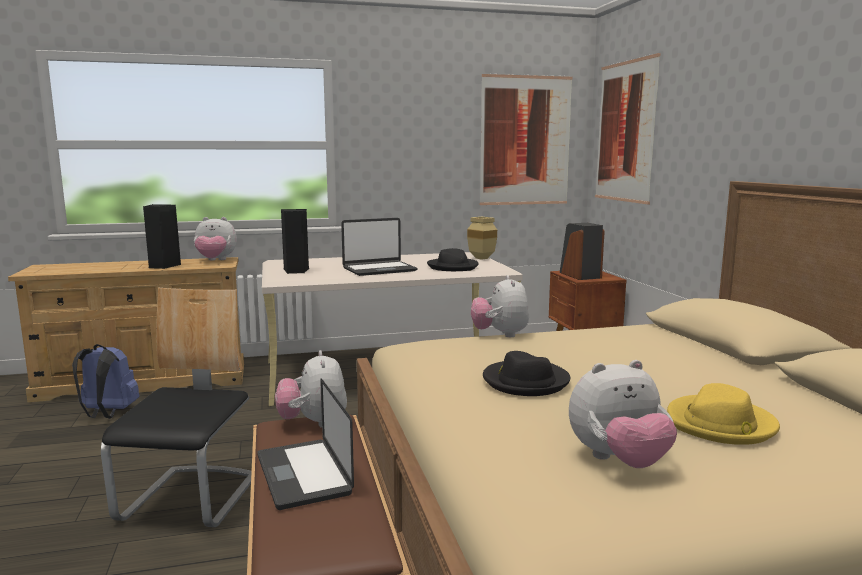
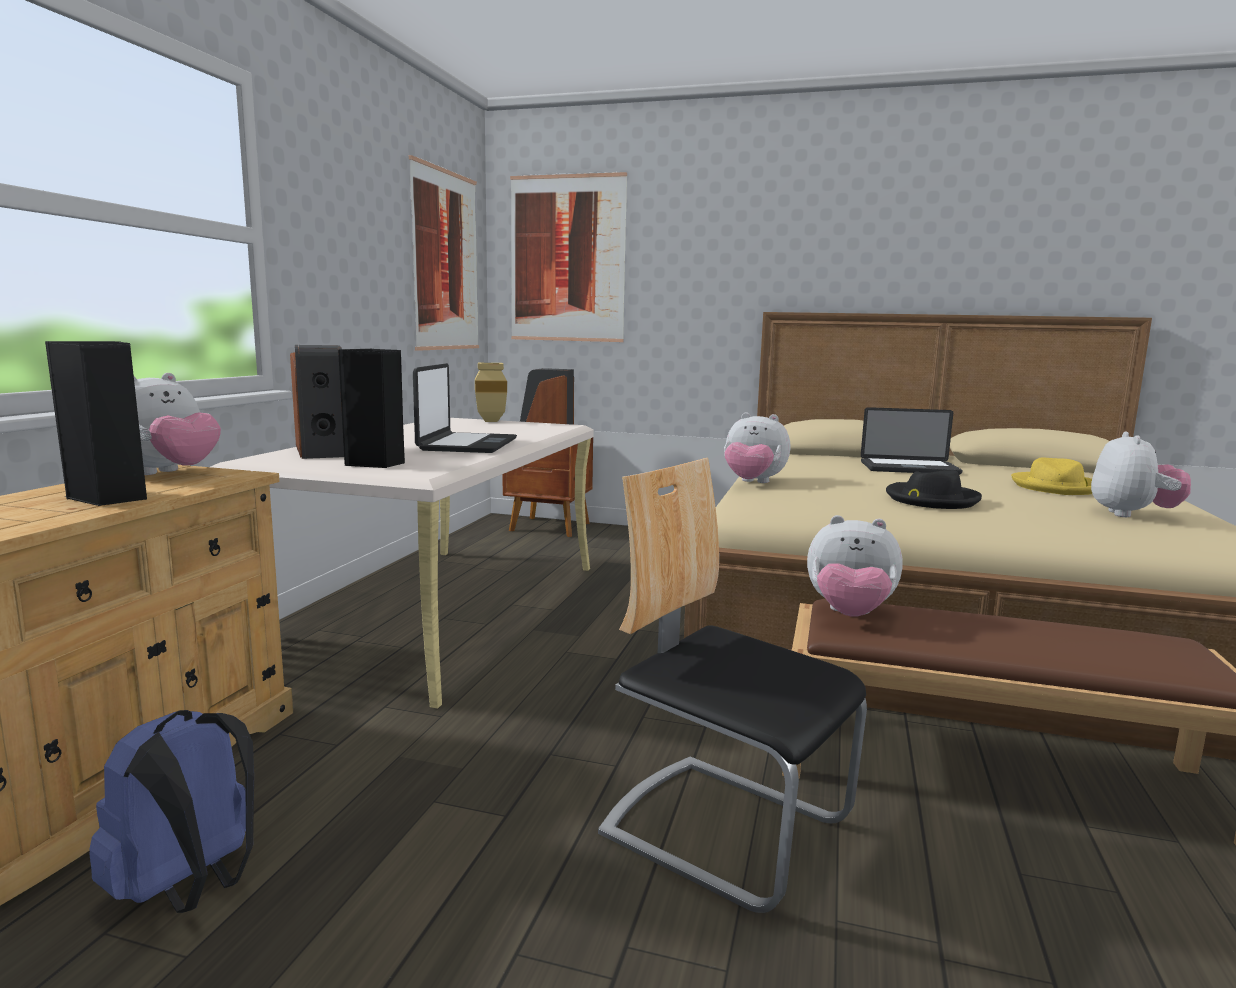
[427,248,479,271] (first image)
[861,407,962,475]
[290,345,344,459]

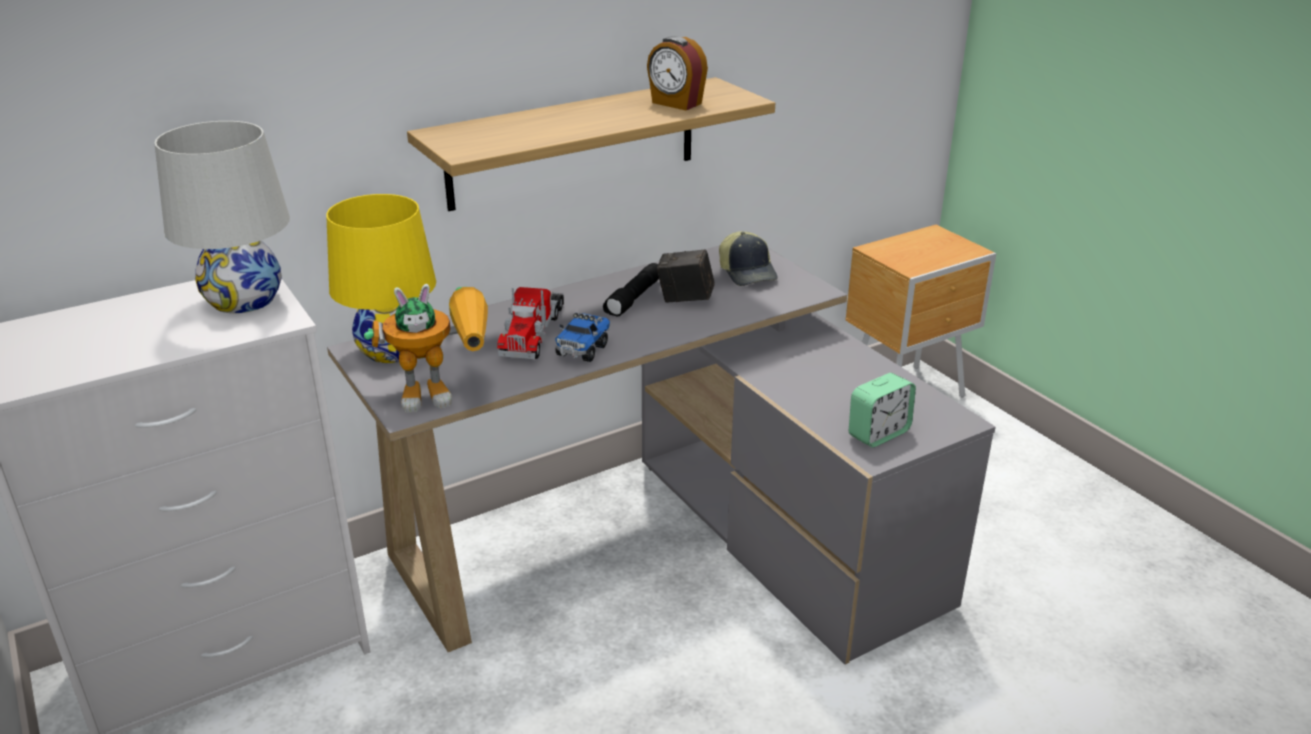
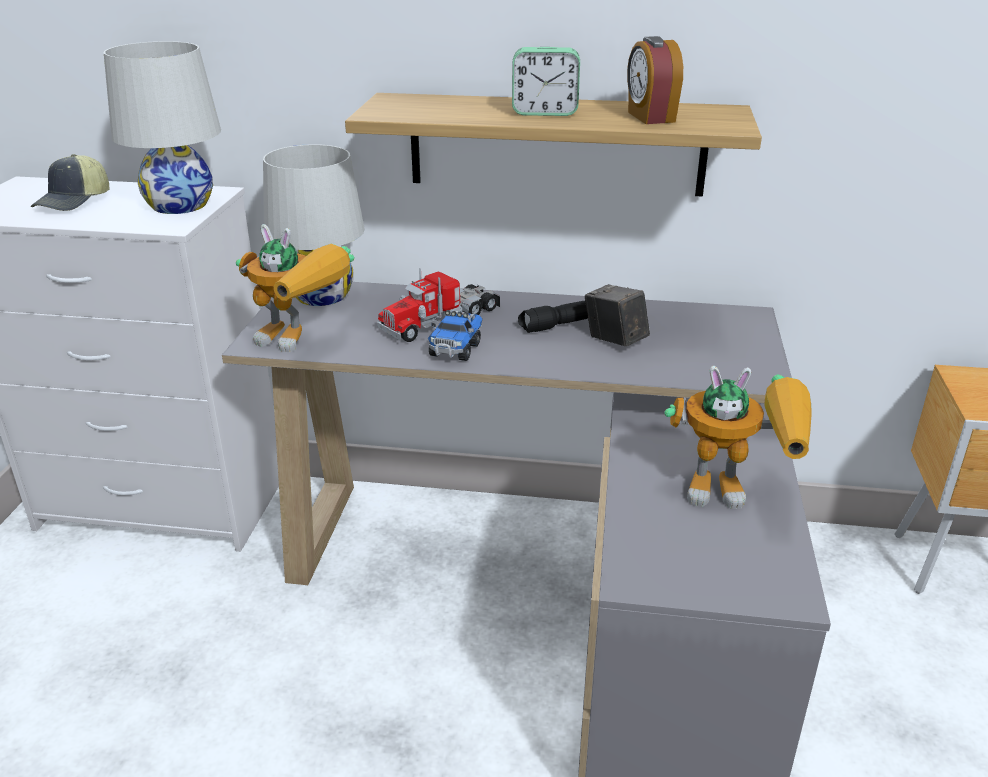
[263,144,365,306]
[31,154,110,211]
[428,310,482,361]
[512,47,580,116]
[664,366,812,509]

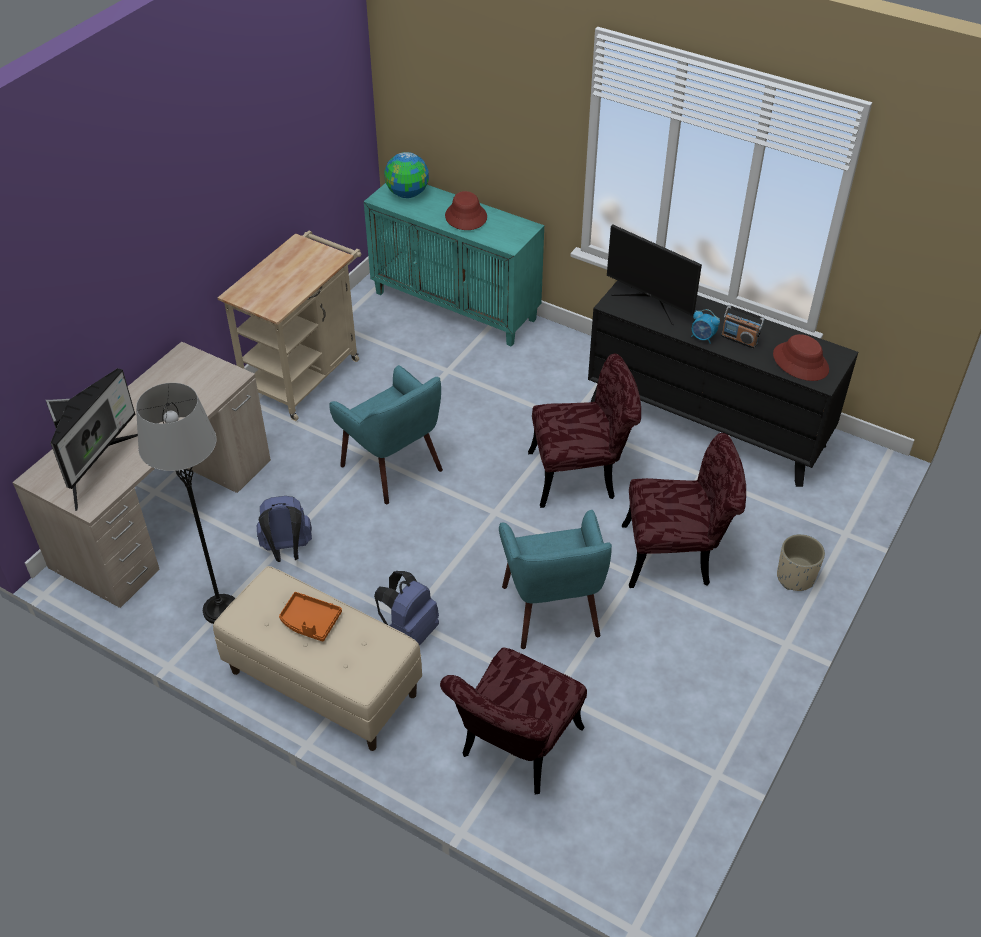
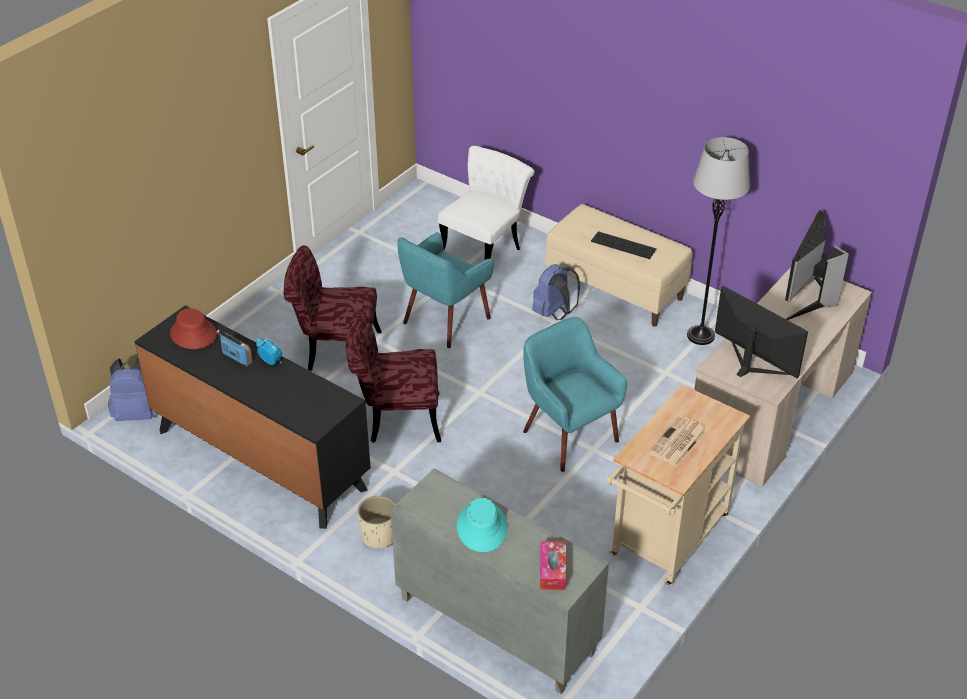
[540,541,566,590]
[391,468,609,694]
[457,497,508,552]
[715,286,808,378]
[108,358,156,421]
[398,232,494,348]
[358,496,395,549]
[591,231,656,259]
[438,146,535,260]
[648,415,708,467]

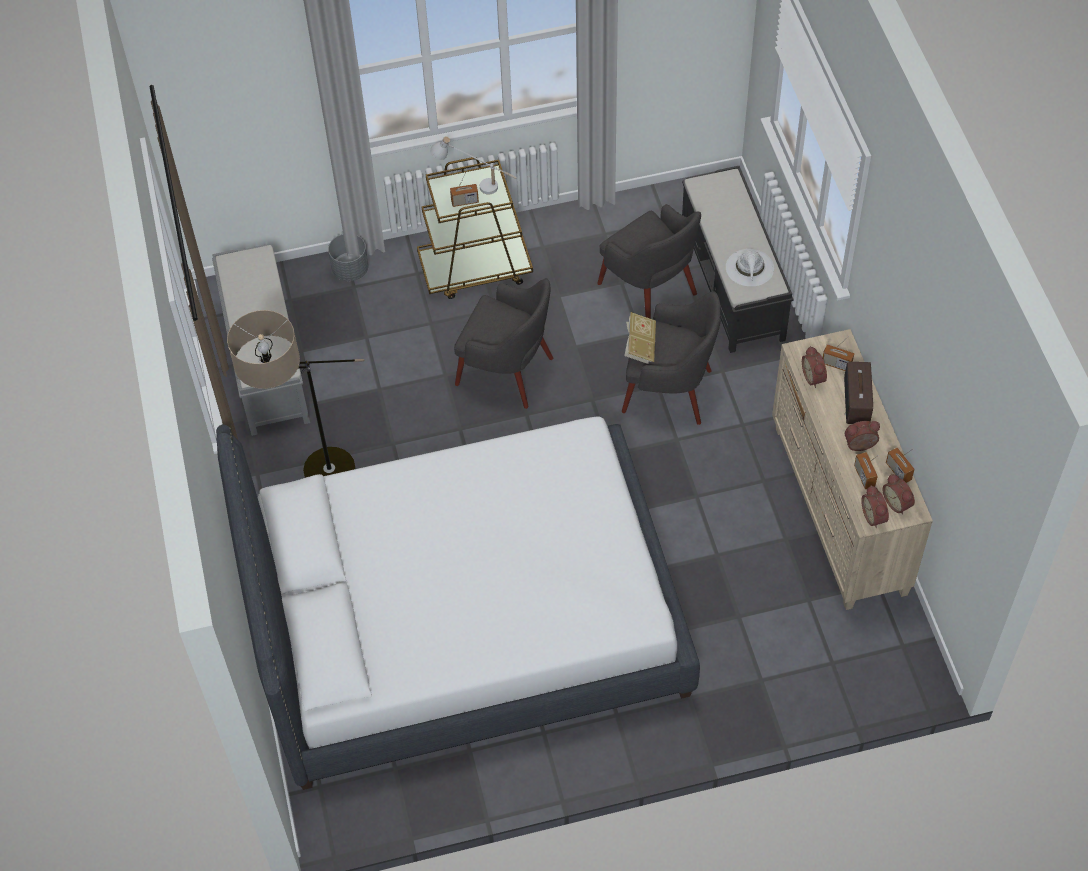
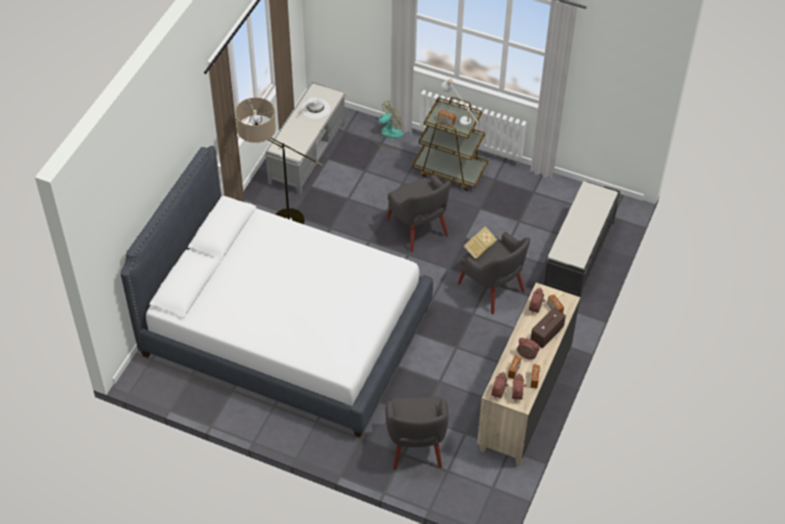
[385,397,449,470]
[371,101,404,148]
[301,97,330,119]

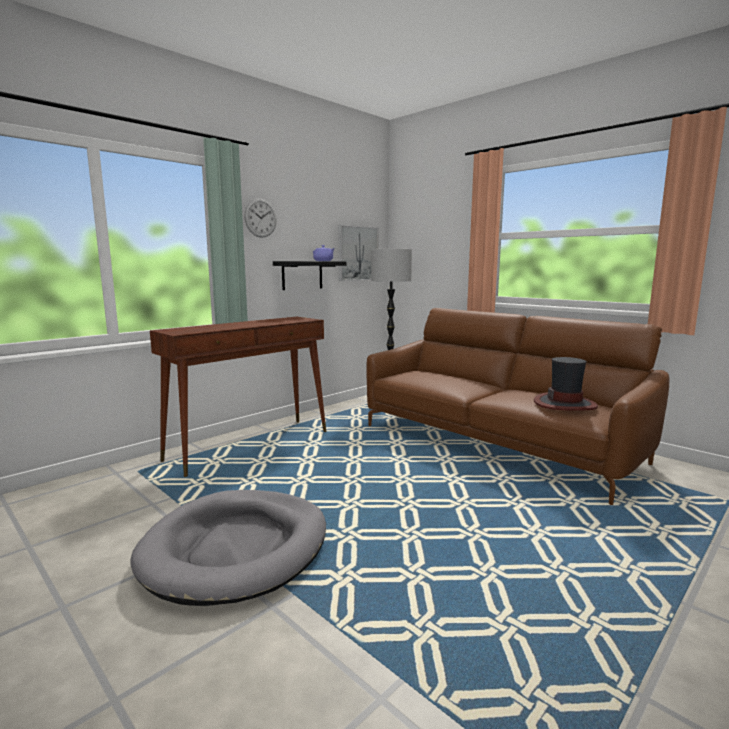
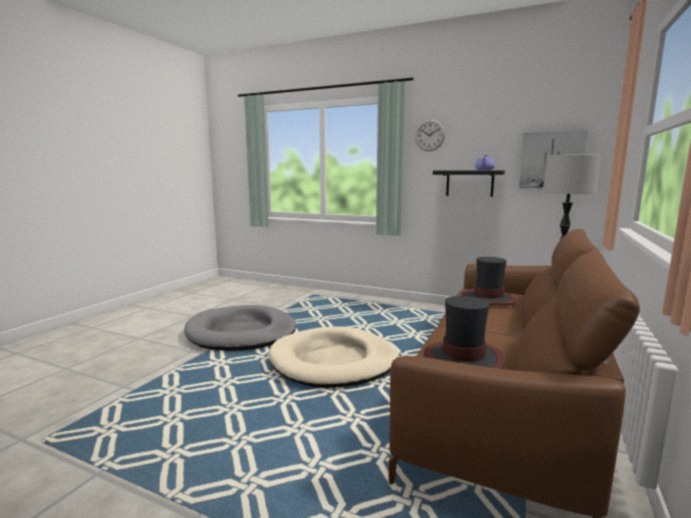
[150,317,326,477] (first image)
[461,257,517,305]
[269,326,399,388]

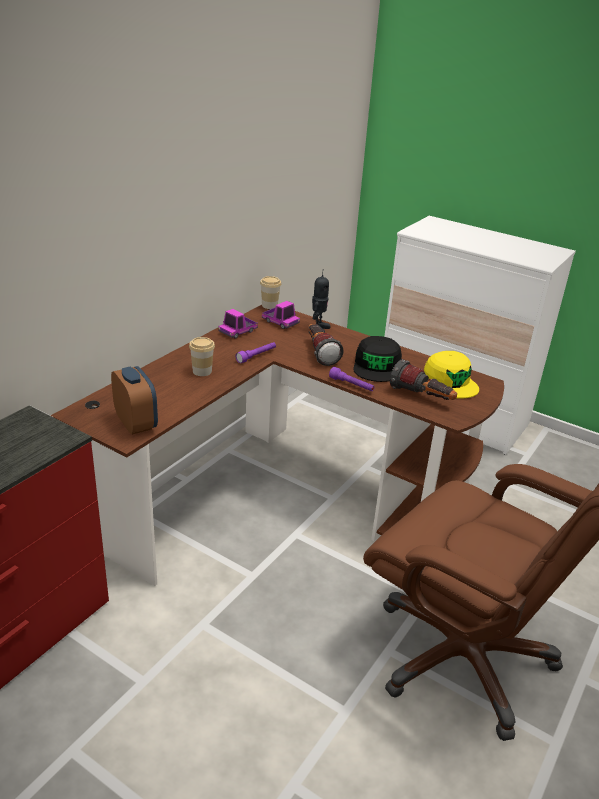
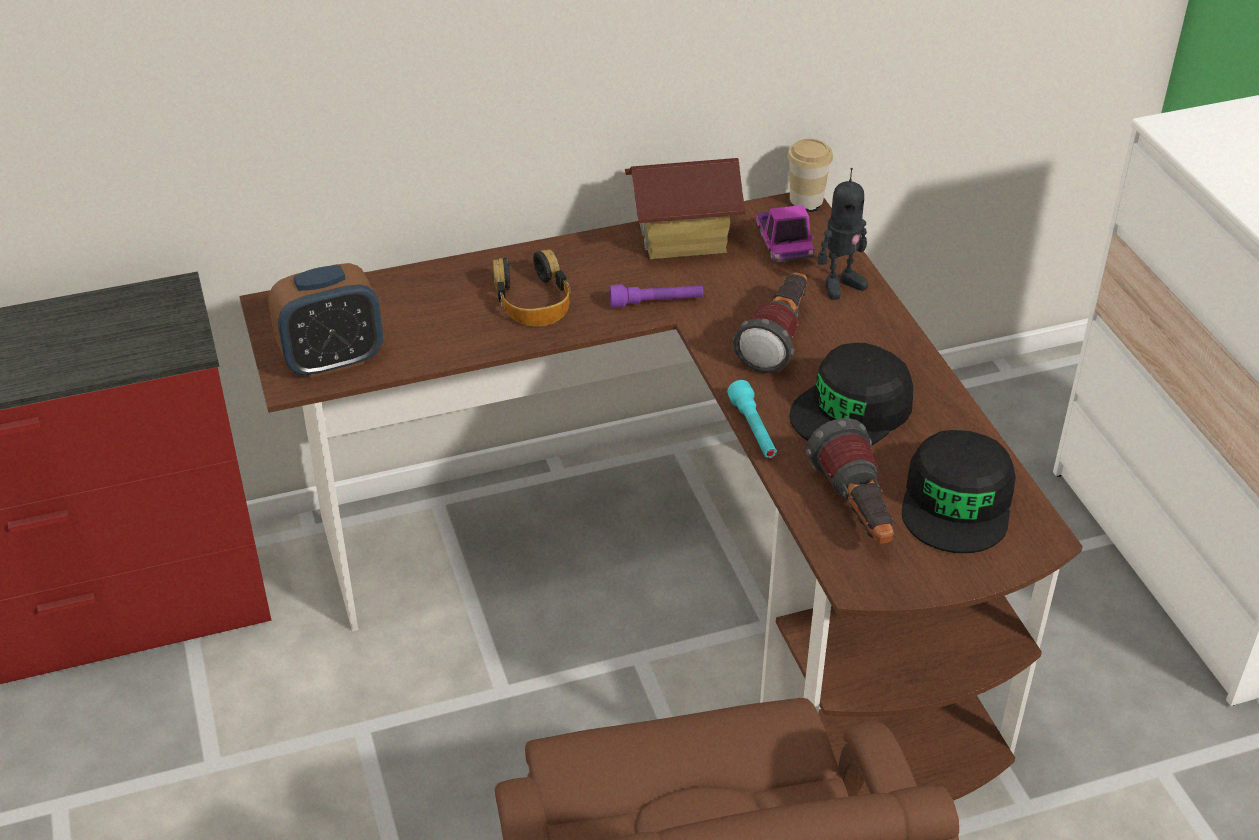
[625,158,747,259]
[493,249,570,327]
[902,430,1016,553]
[268,263,383,378]
[727,380,777,458]

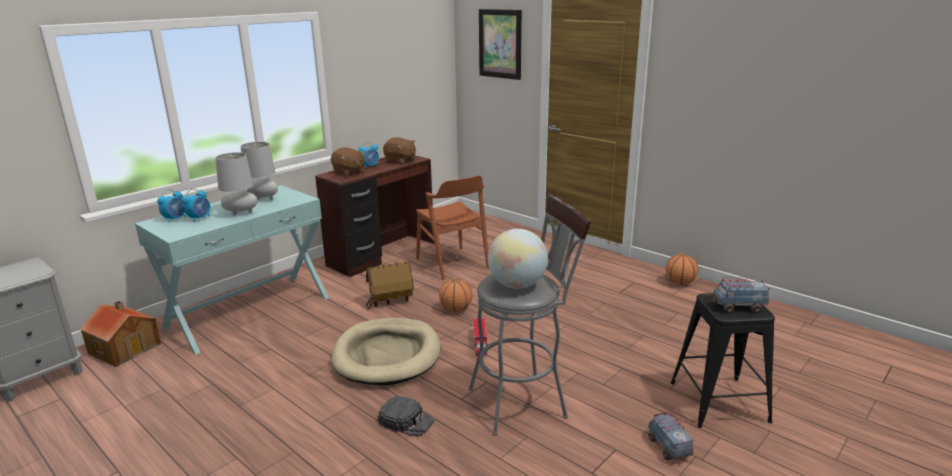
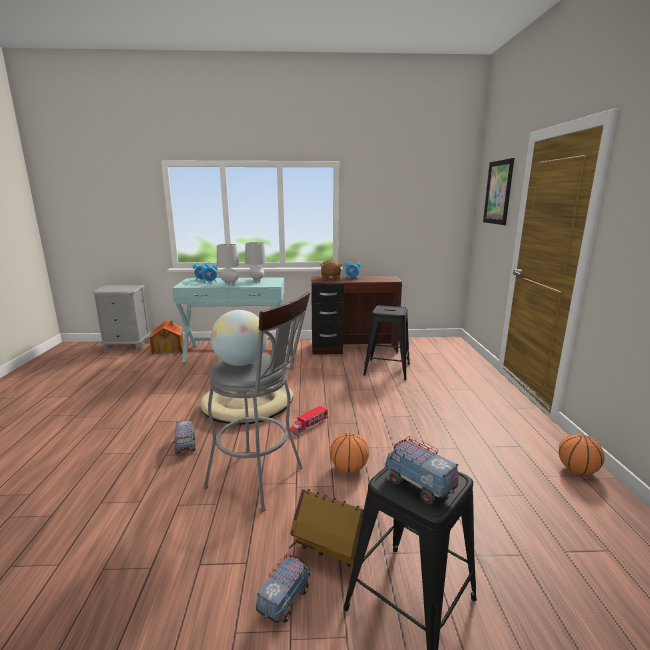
[383,137,416,164] (first image)
[363,305,410,380]
[289,489,364,567]
[330,432,369,473]
[174,419,196,454]

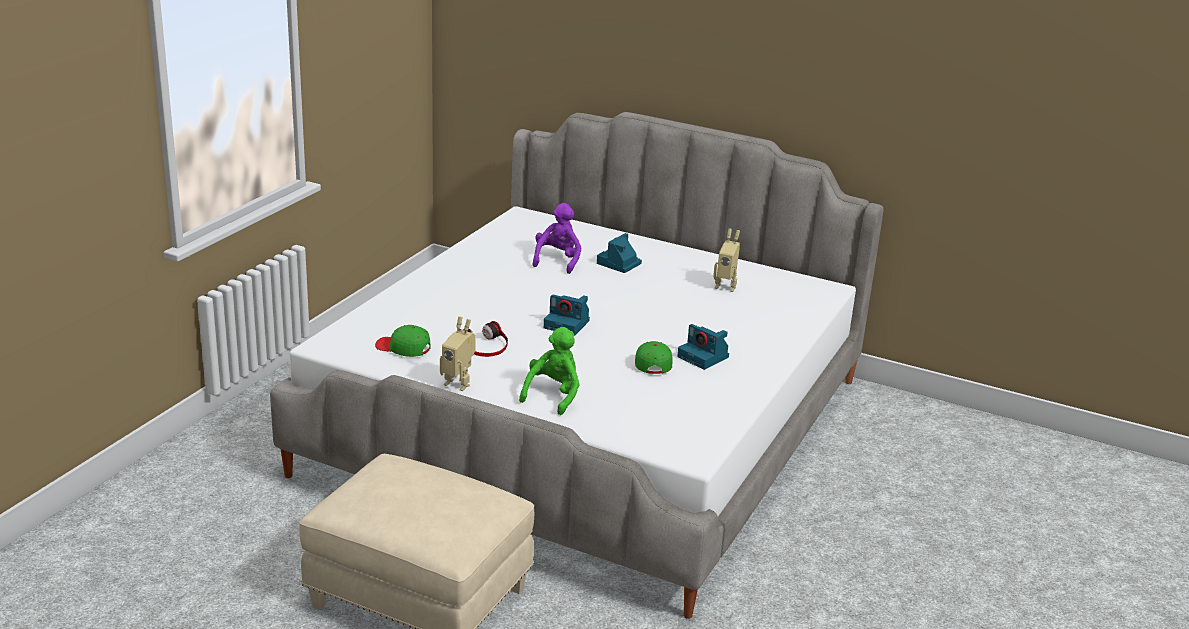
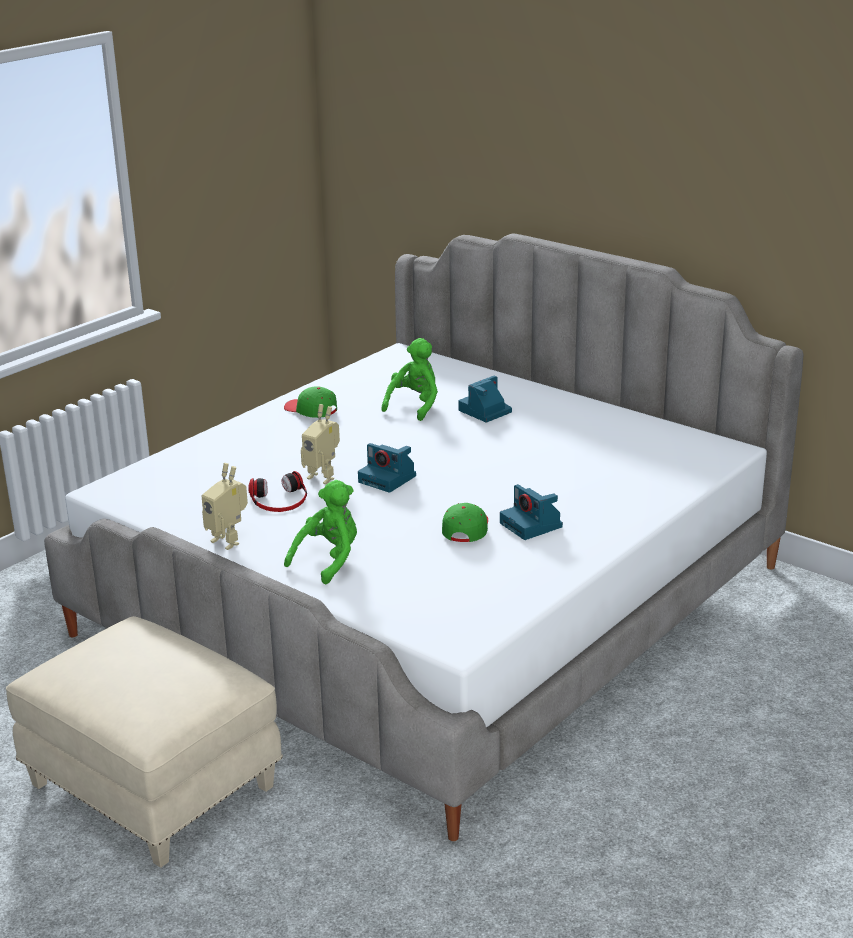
[381,338,438,421]
[301,404,340,484]
[284,386,337,418]

